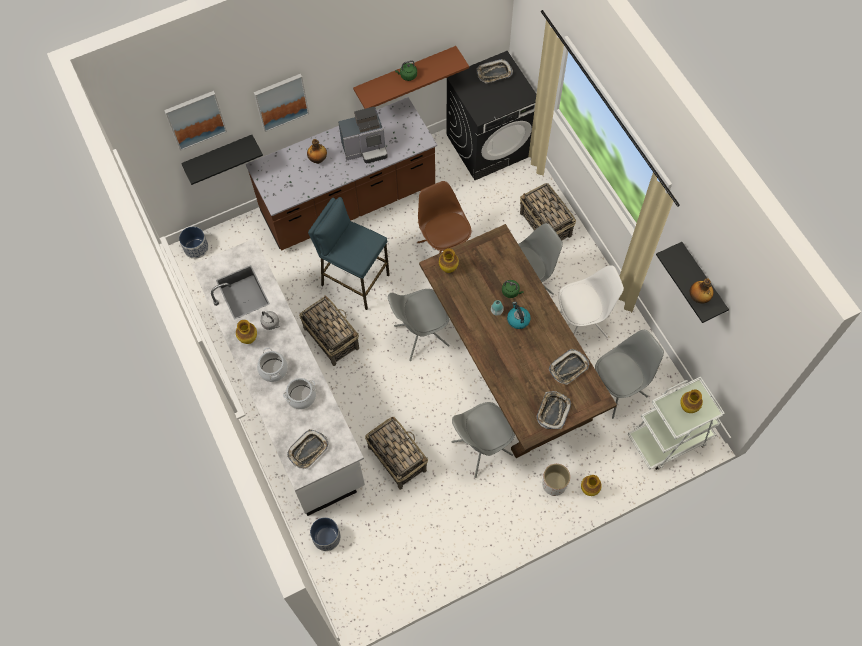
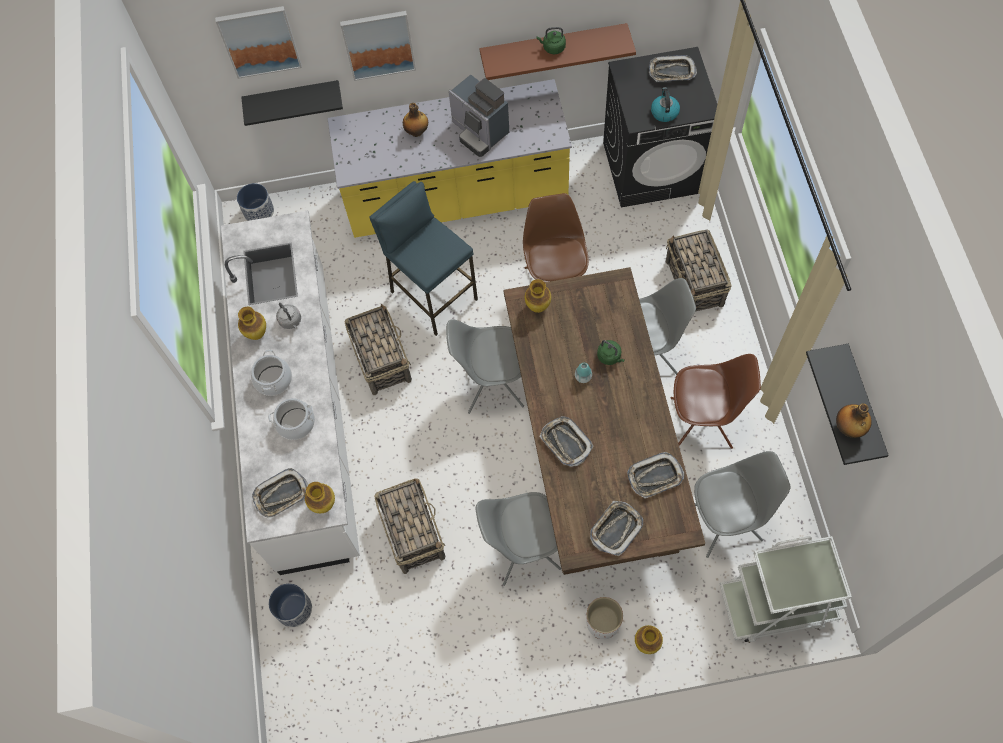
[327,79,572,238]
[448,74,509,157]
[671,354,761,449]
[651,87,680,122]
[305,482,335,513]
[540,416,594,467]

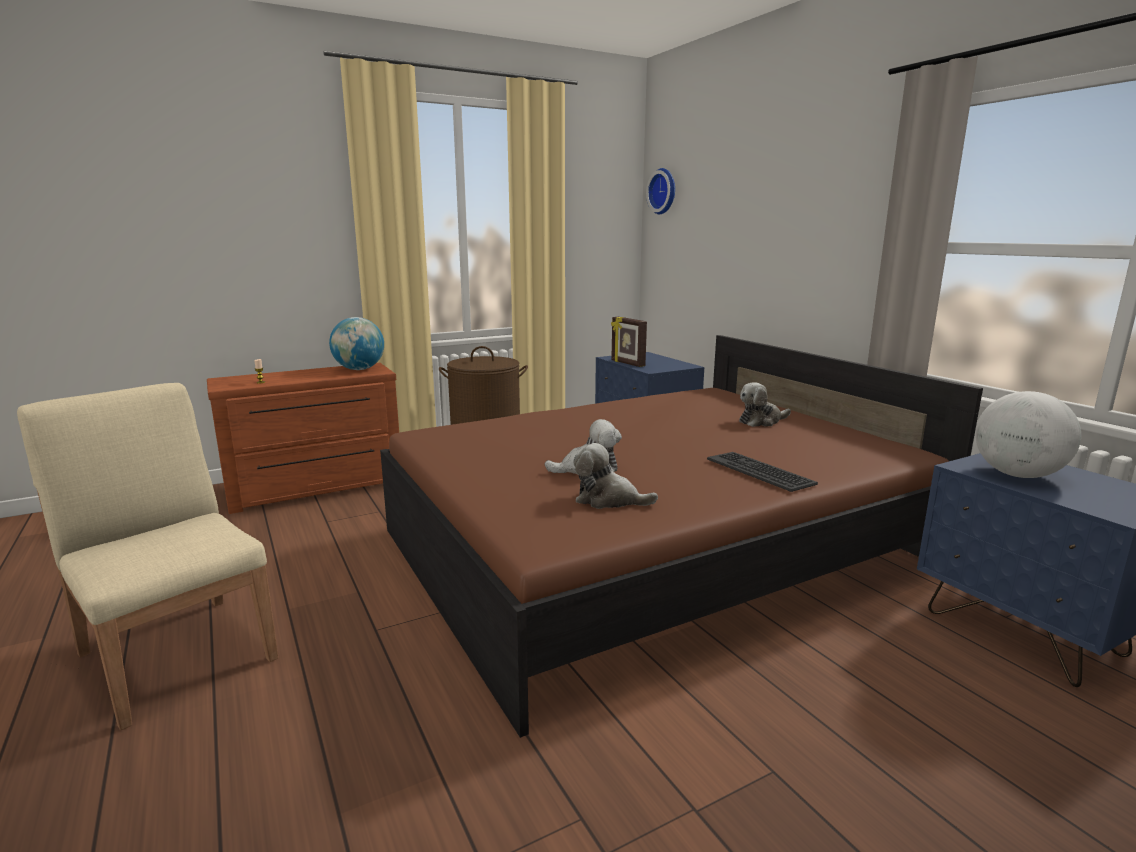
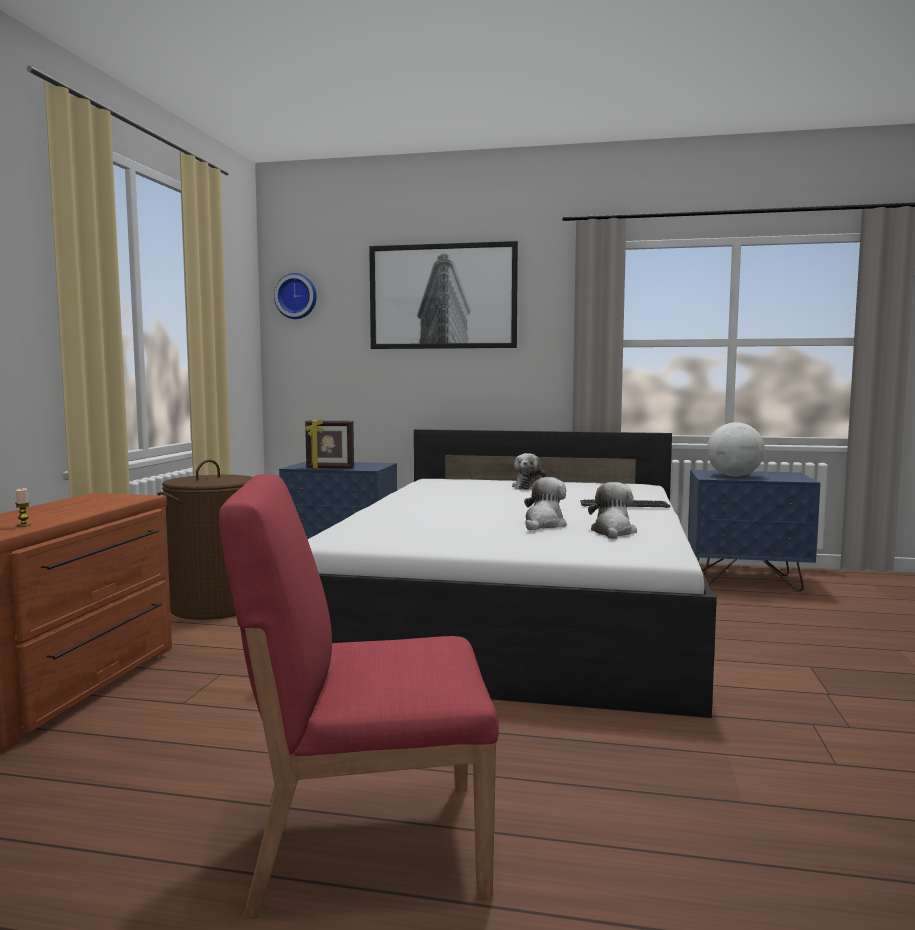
[329,317,384,370] (first image)
[308,429,717,718]
[219,474,499,919]
[588,482,637,539]
[369,241,518,349]

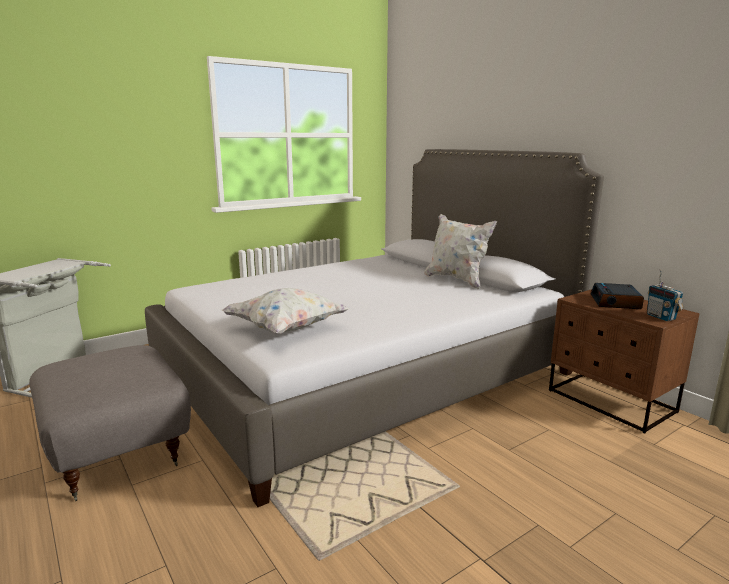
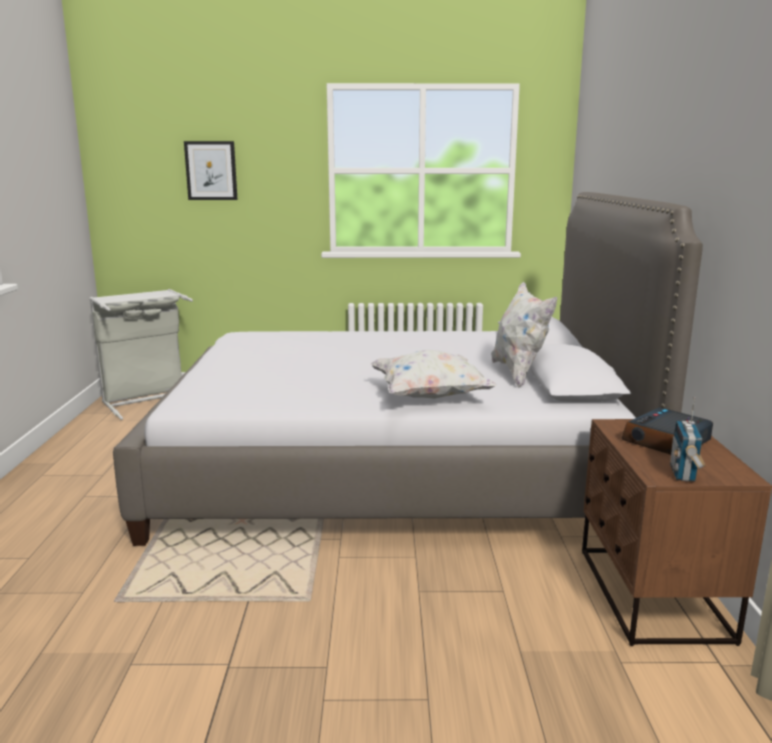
[370,350,497,399]
[29,345,191,501] (first image)
[184,141,238,200]

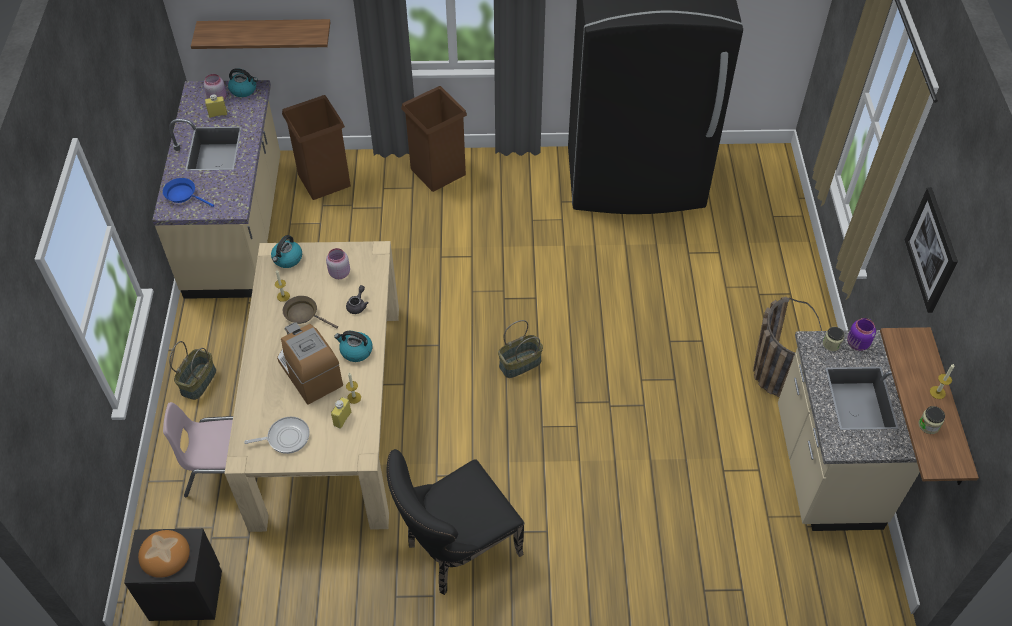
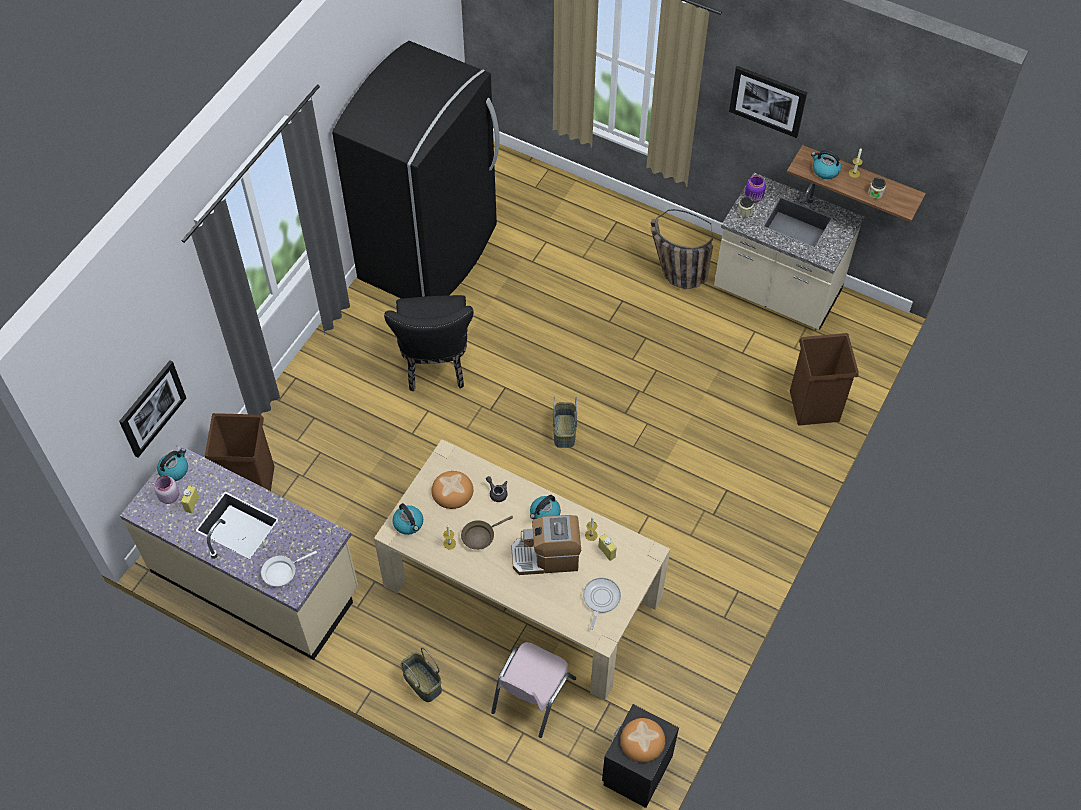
[119,360,186,458]
[790,333,859,426]
[261,551,317,586]
[431,471,473,509]
[384,295,474,392]
[811,150,841,179]

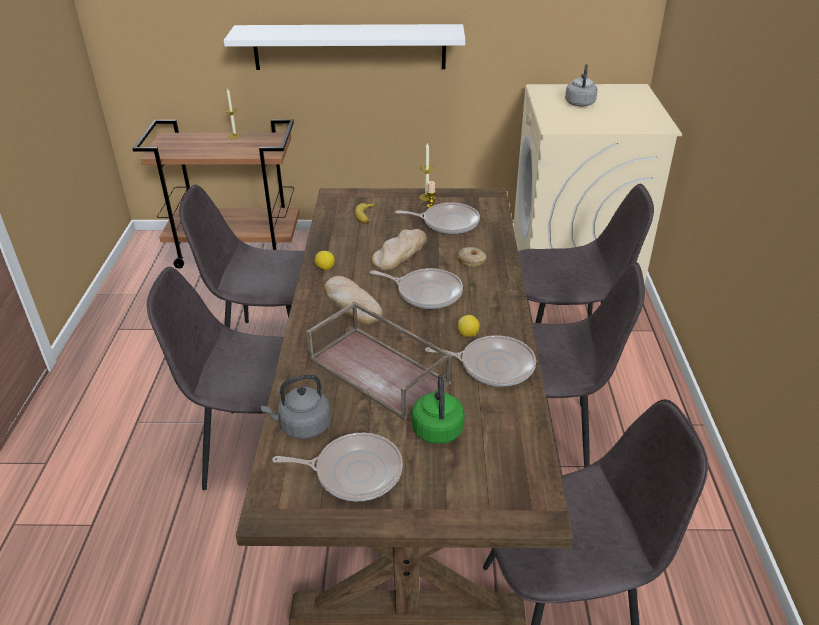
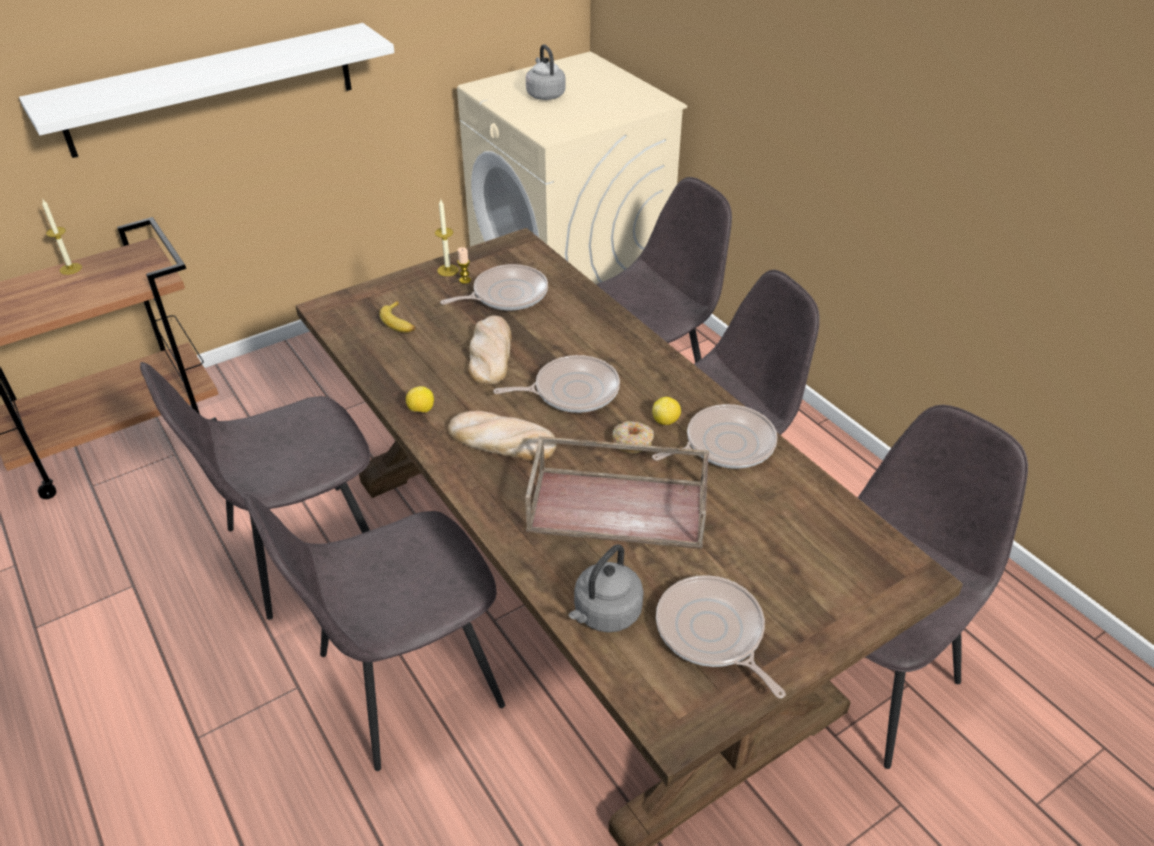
[611,421,654,453]
[412,375,465,444] (first image)
[656,575,786,698]

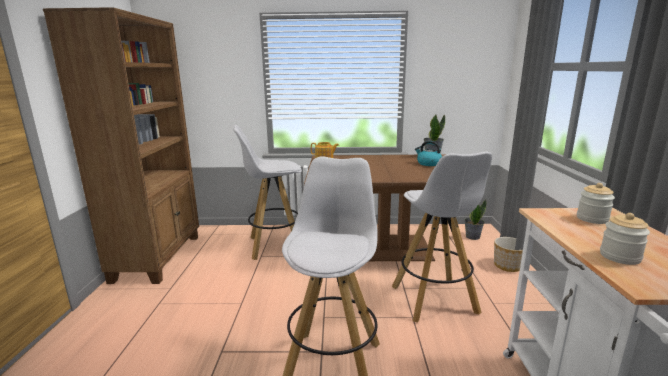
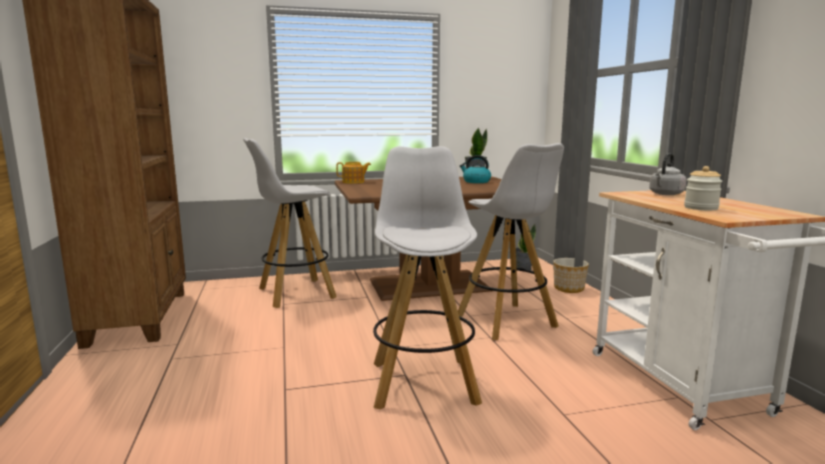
[649,153,687,195]

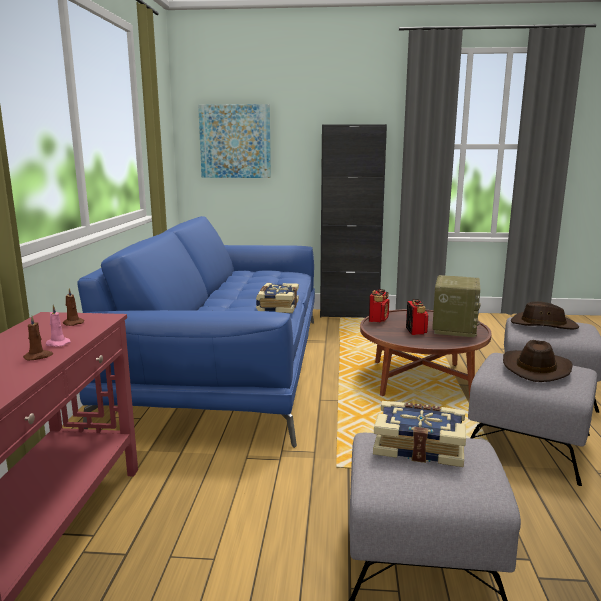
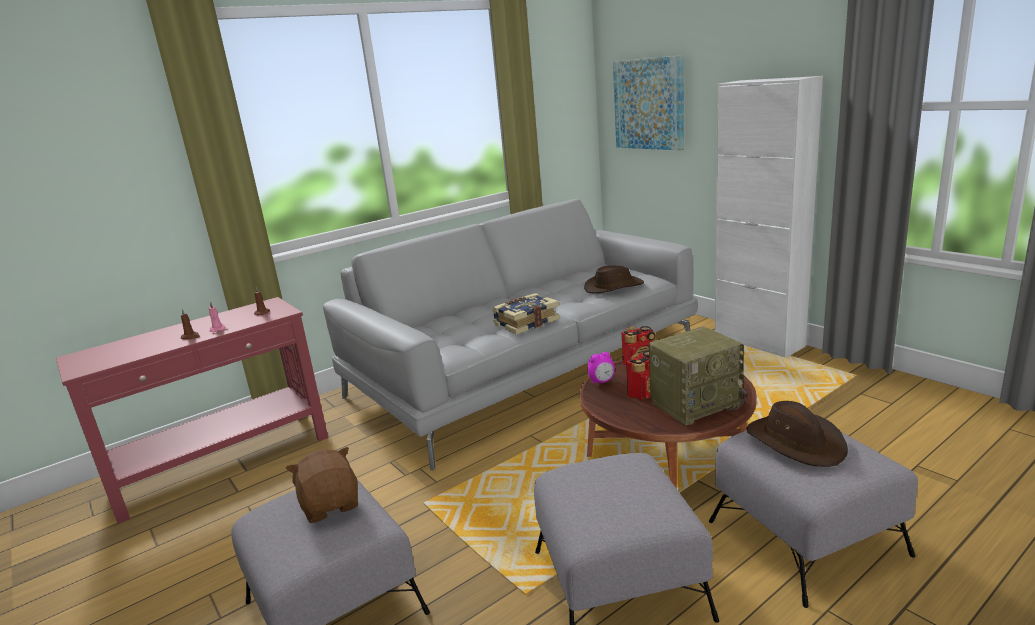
[715,76,823,357]
[323,199,698,470]
[584,265,644,293]
[286,447,358,523]
[587,352,615,383]

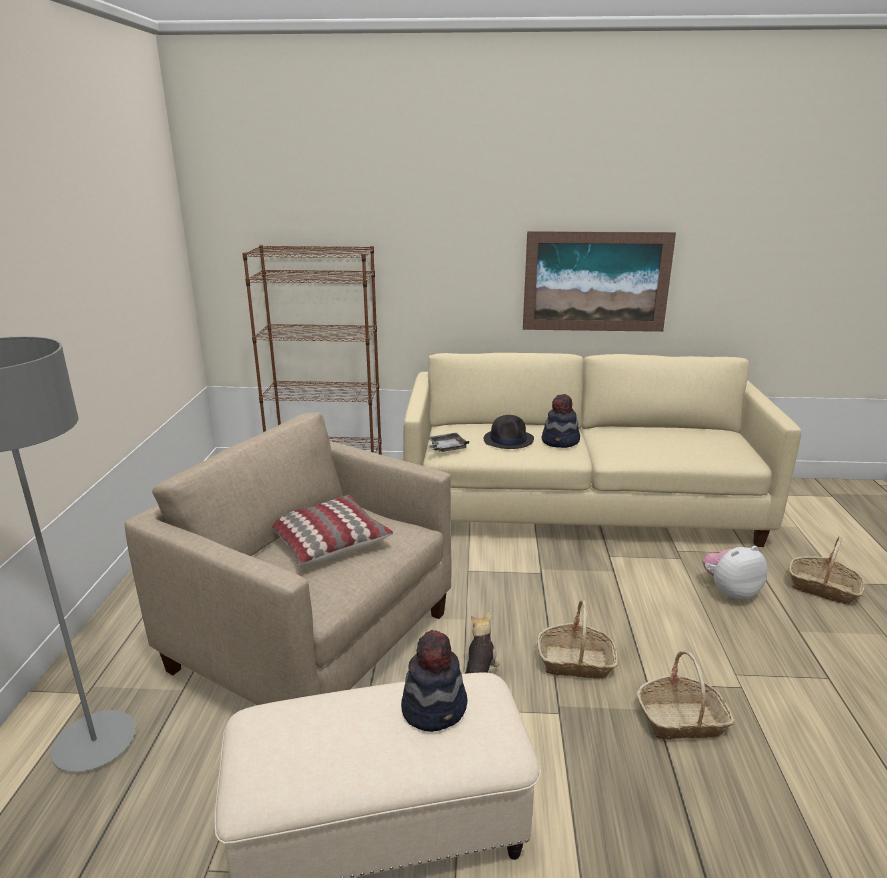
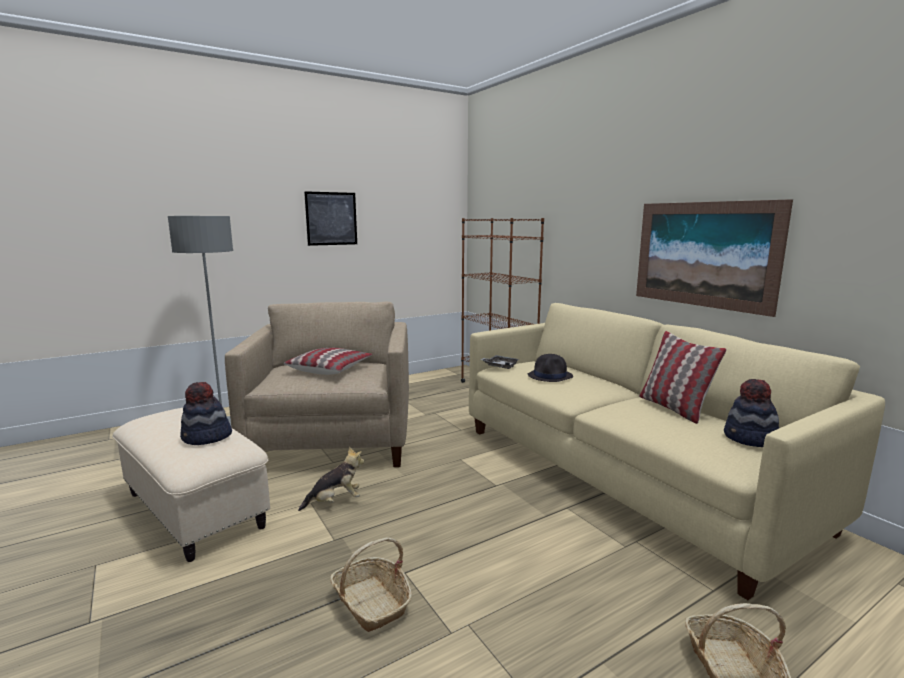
[724,379,779,447]
[703,546,768,601] (first image)
[537,600,618,679] (first image)
[304,191,357,246]
[639,331,727,424]

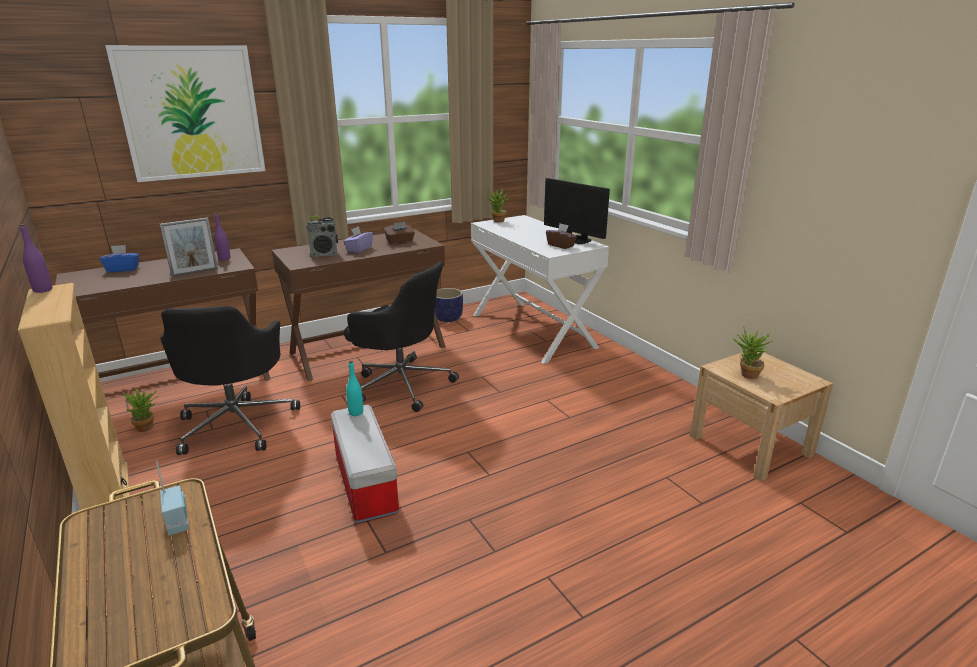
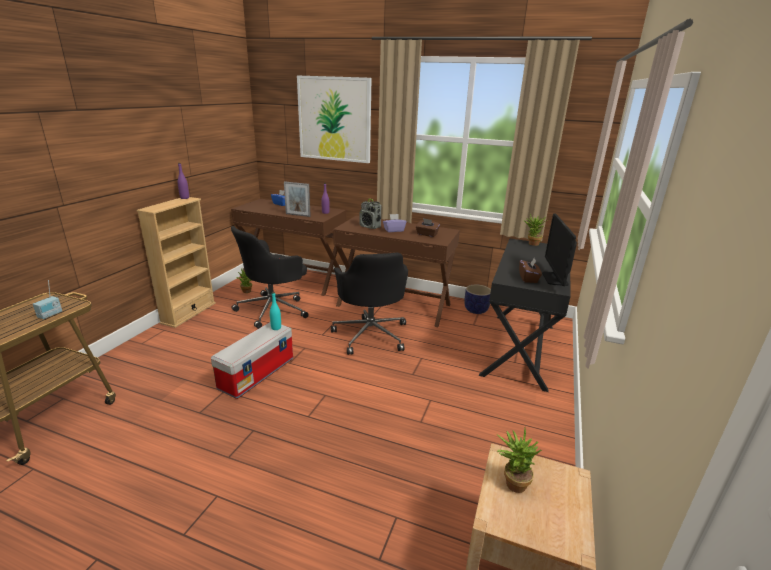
[479,238,571,392]

